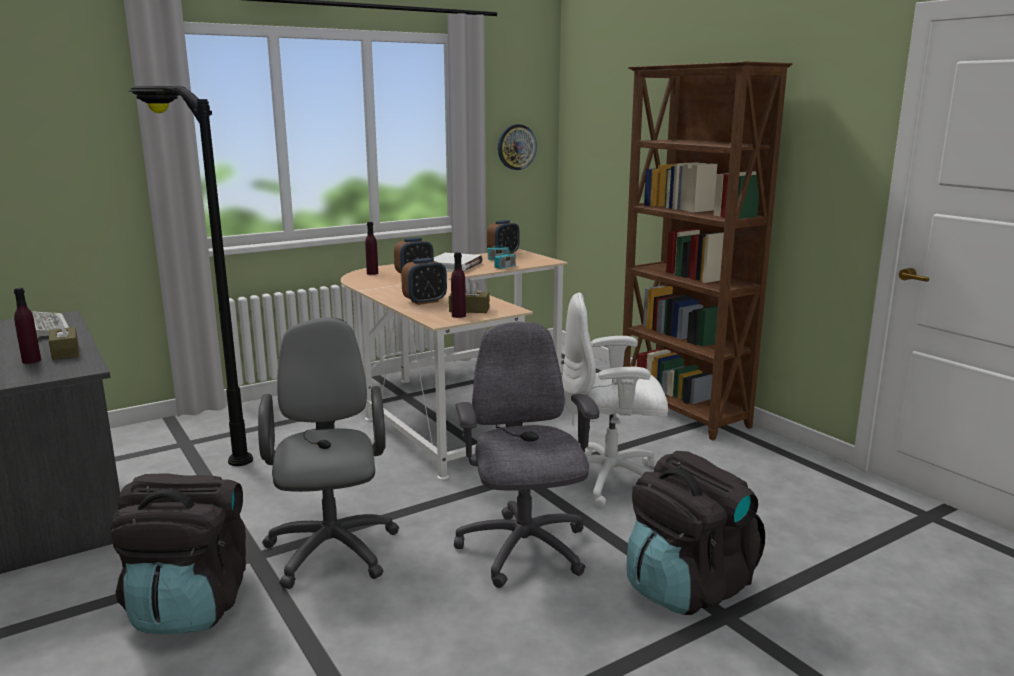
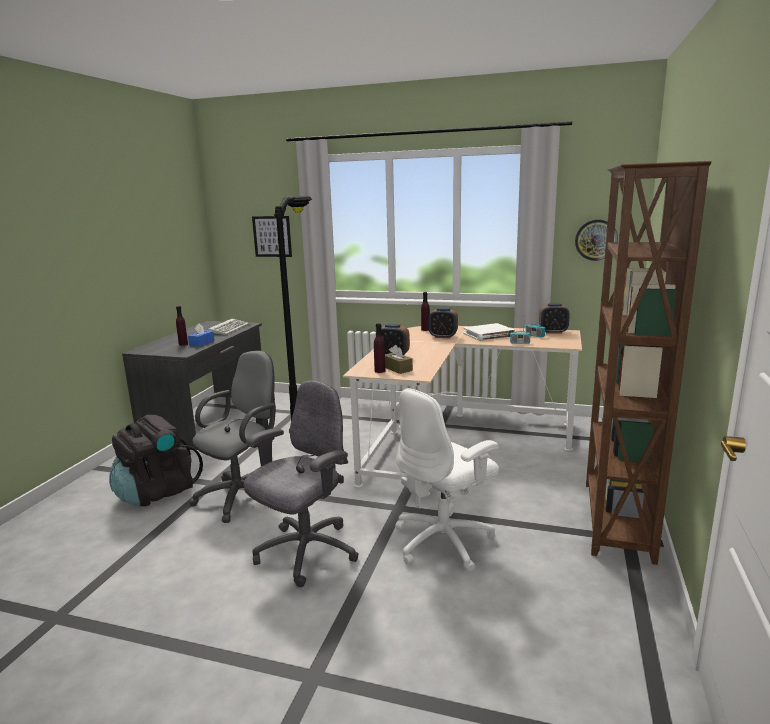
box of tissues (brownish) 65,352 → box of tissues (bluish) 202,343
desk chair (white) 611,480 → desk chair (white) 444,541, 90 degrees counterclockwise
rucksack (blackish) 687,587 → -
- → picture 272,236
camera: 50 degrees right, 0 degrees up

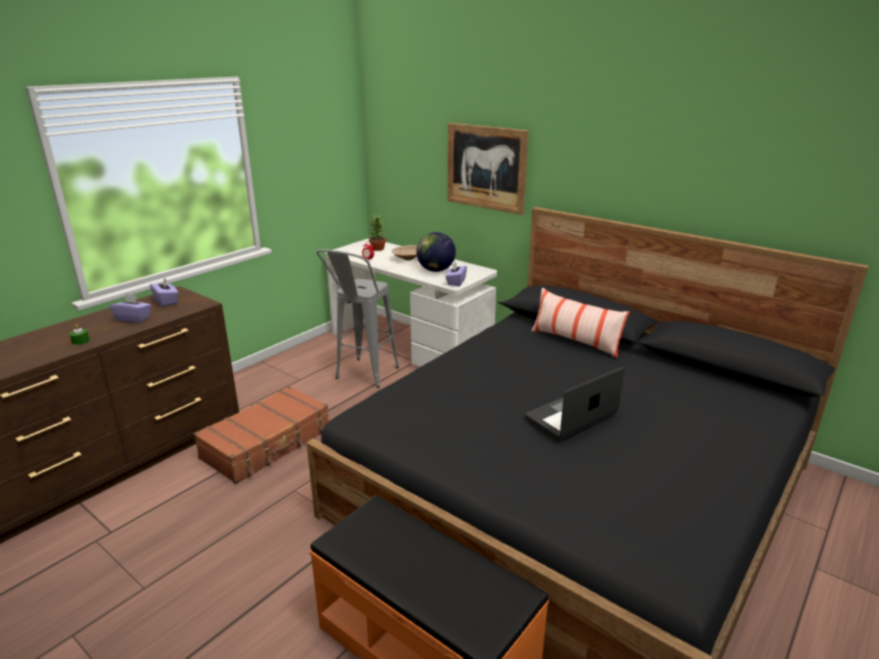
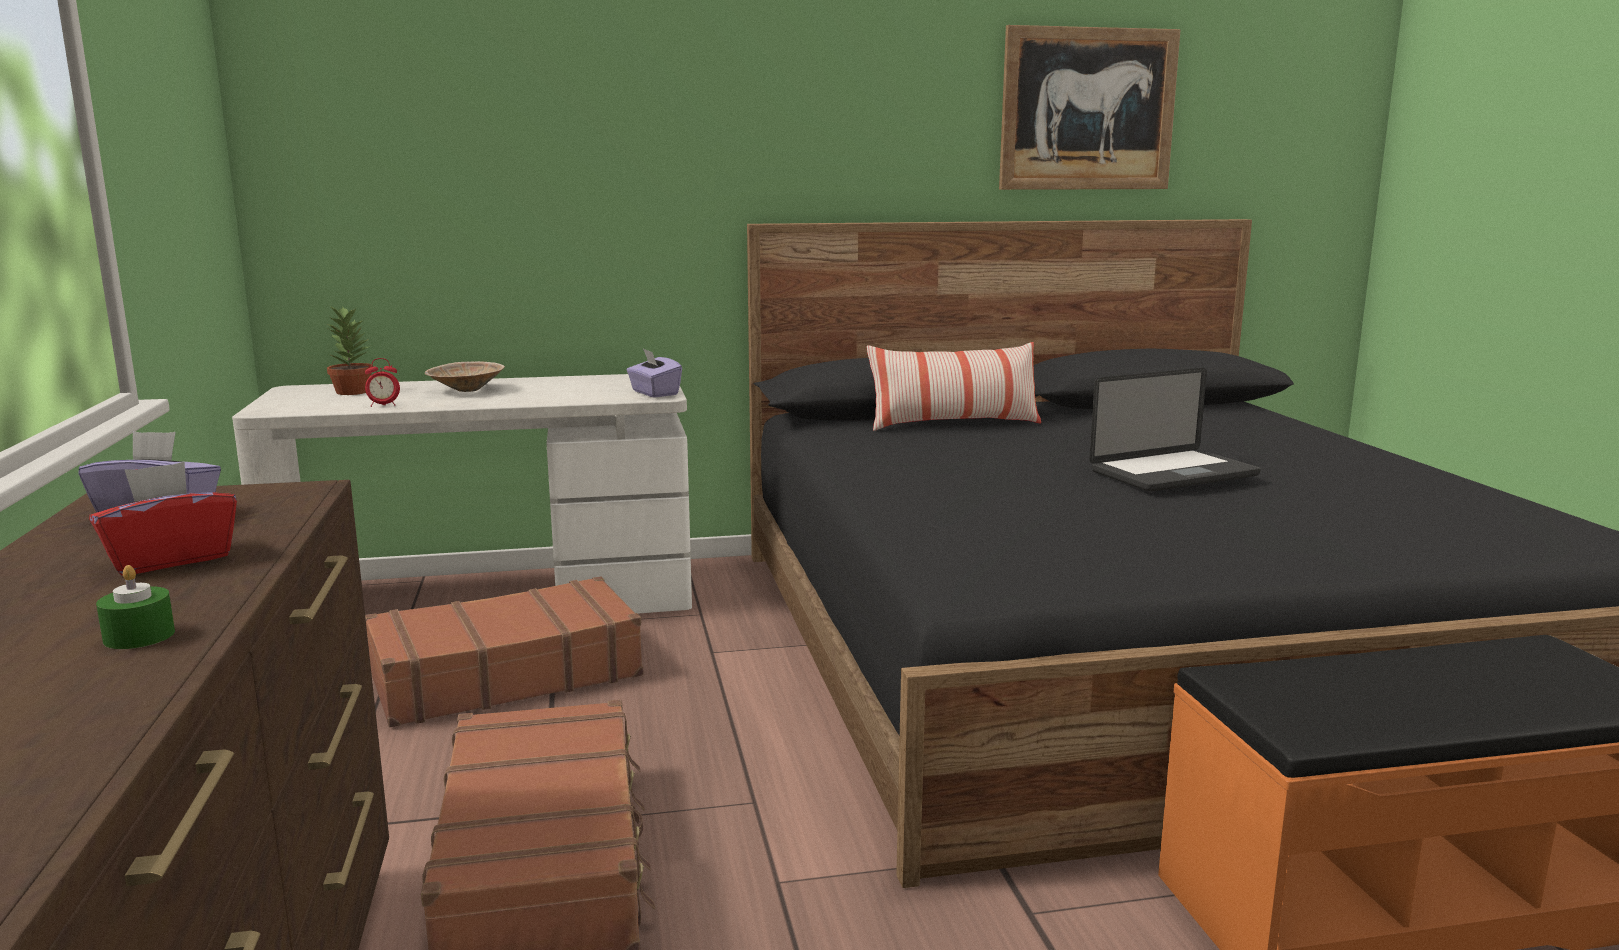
box of tissues (purplish) 133,319 → box of tissues (red-coloured) 170,559
stool seat (grey) 362,377 → suitcase (brownish) 505,675
desk globe 436,270 → -
picture 486,167 → picture 1087,109, relocated
laptop 571,415 → laptop 1173,473, 120 degrees counterclockwise
camera: 50 degrees left, 10 degrees down

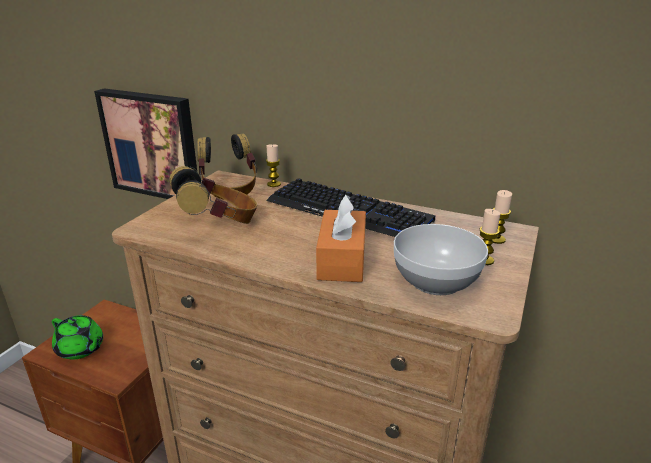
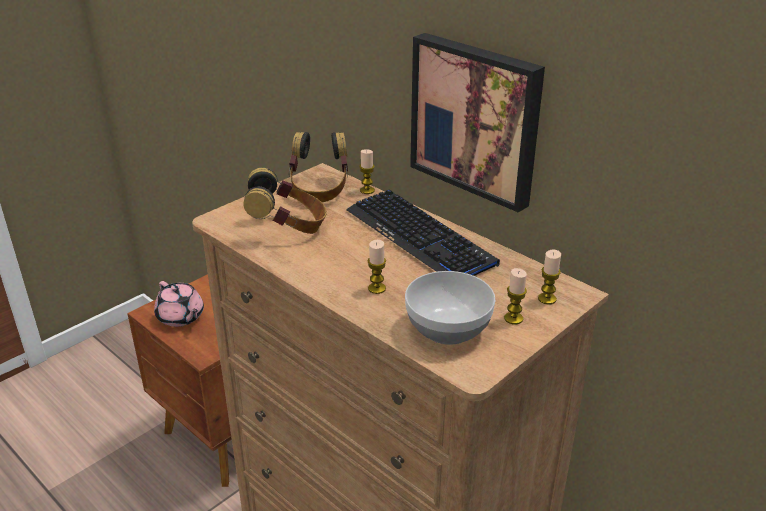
pot for tea (green-coloured) 81,349 → pot for tea (pink) 181,317
picture 152,144 → picture 476,119, relocated
box of tissues (orange) 342,259 → wax candle 377,288
camera: 20 degrees right, 5 degrees up

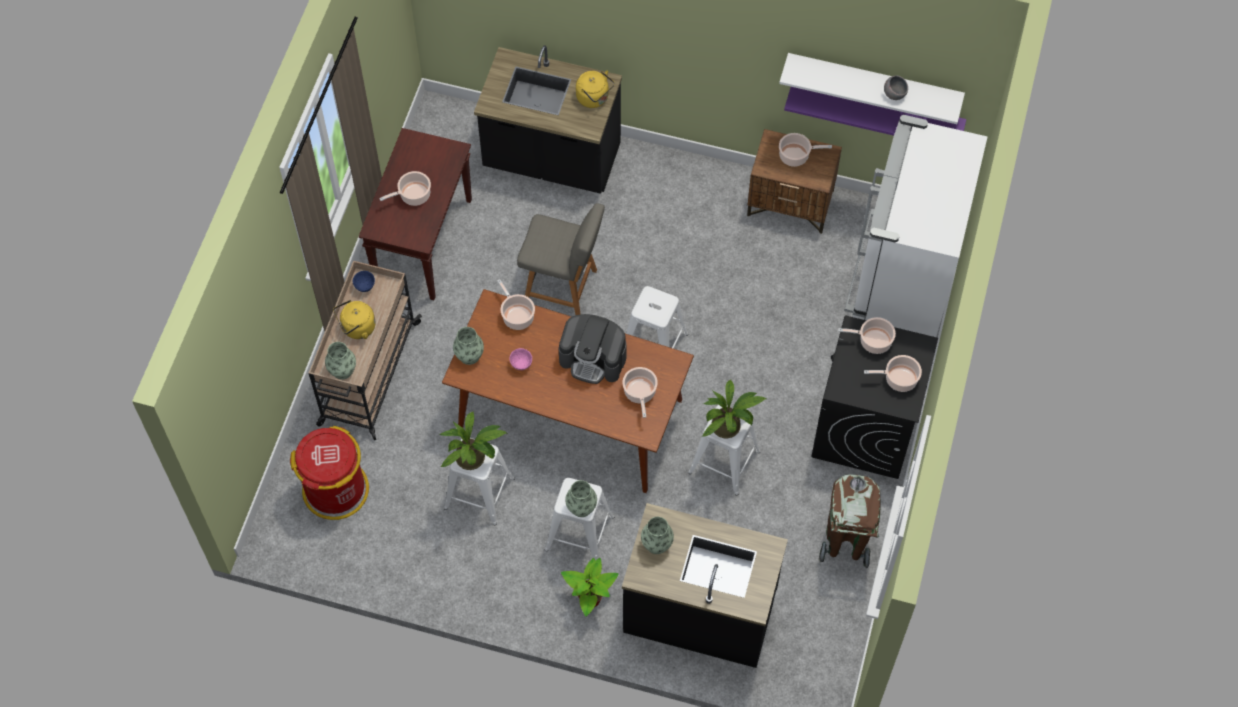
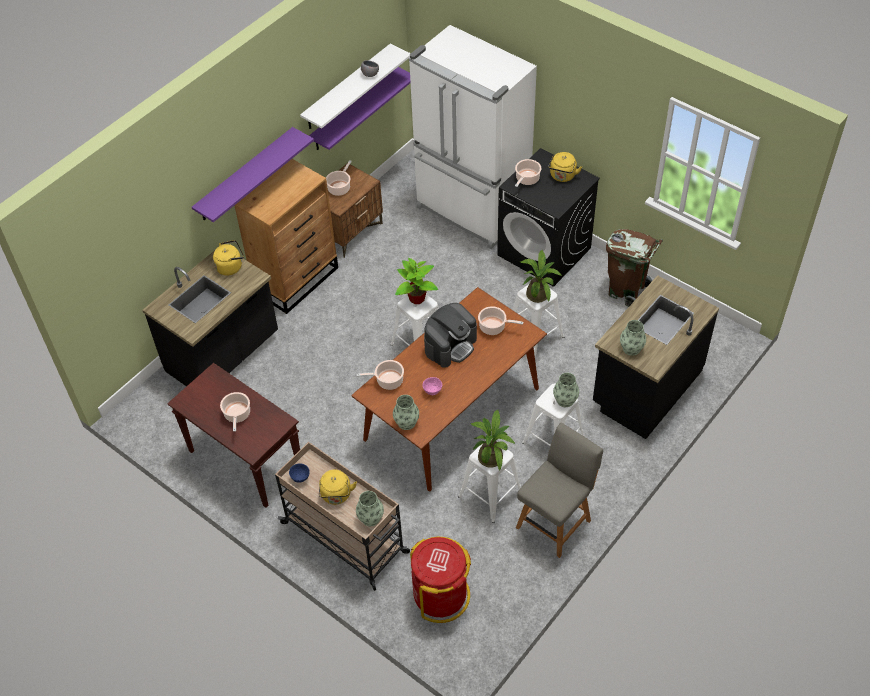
chair (grey) 563,288 → chair (grey) 555,522, relocated
houseplant 590,598 → houseplant 416,298, relocated
stockpot 898,379 → kettle (yellow) 562,176
- → wall shelf (purplish) 245,175
- → drawer chest (brownish) 297,279
camera: 65 degrees left, 10 degrees down

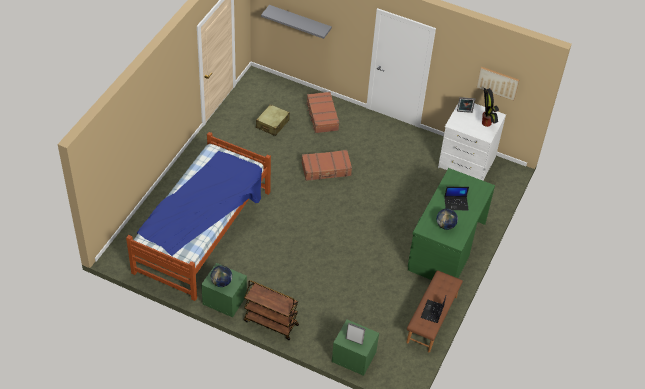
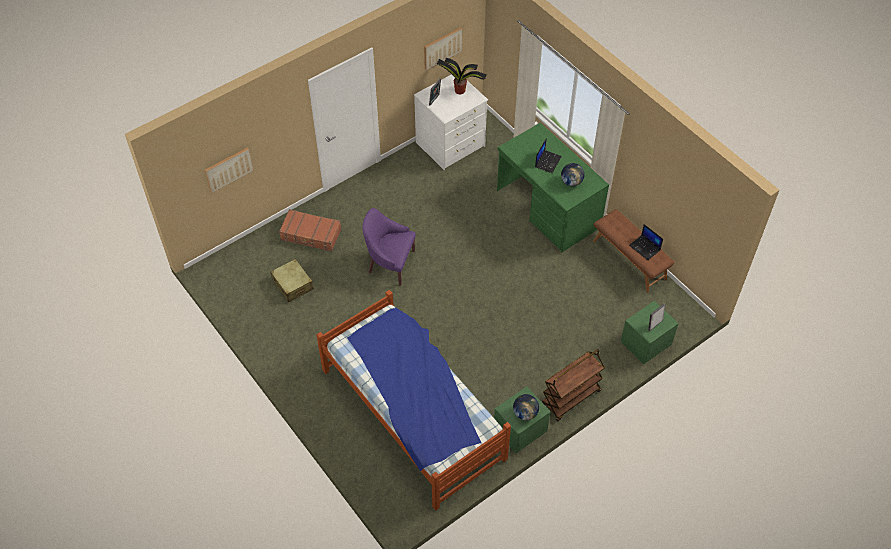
wall shelf (grey) 300,21 → picture 228,169
suitcase (brownish) 326,169 → easy chair (purplish) 390,263
camera: 60 degrees left, 5 degrees up

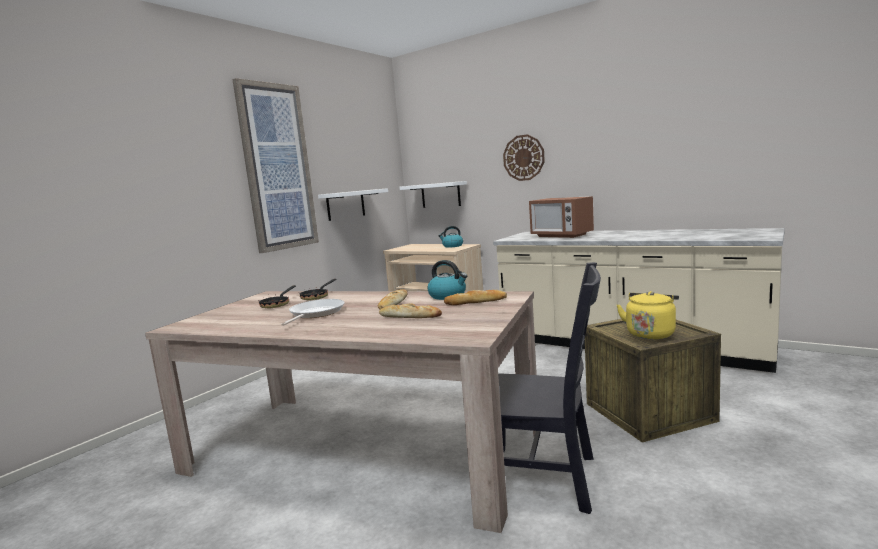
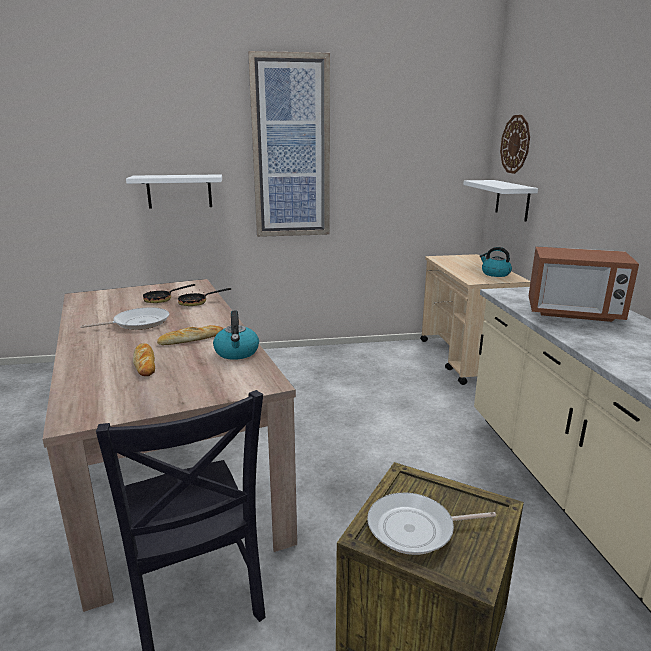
wall shelf (white) 345,205 → wall shelf (white) 179,191, relocated
bread 476,302 → -
clock on the wall 523,157 → clock on the wall 515,144, relocated
microwave oven 561,235 → microwave oven 573,313, 75 degrees counterclockwise
kettle (yellow) 650,333 → skillet 415,529
camera: 45 degrees right, 10 degrees up

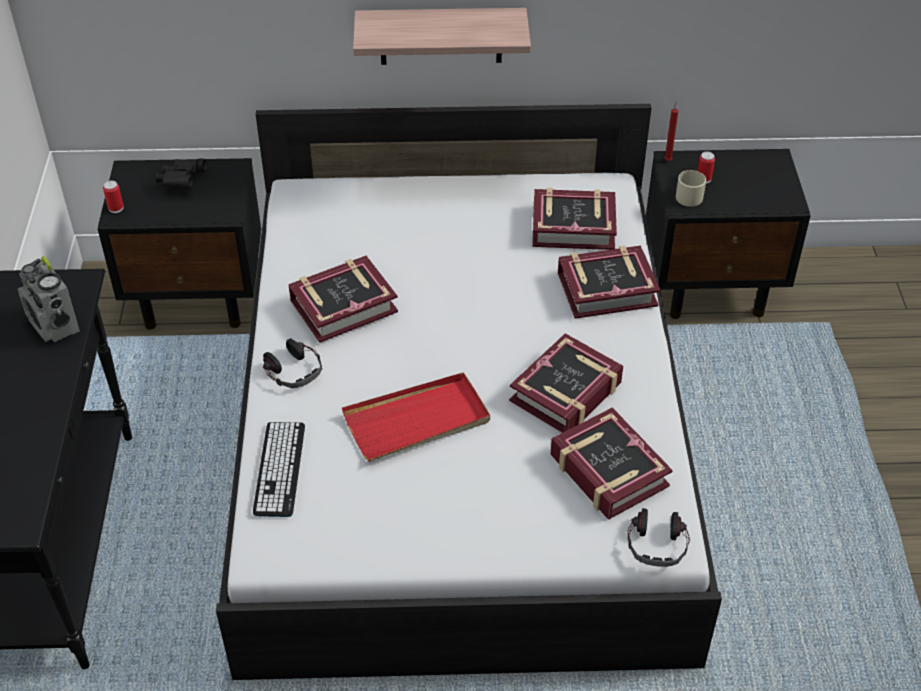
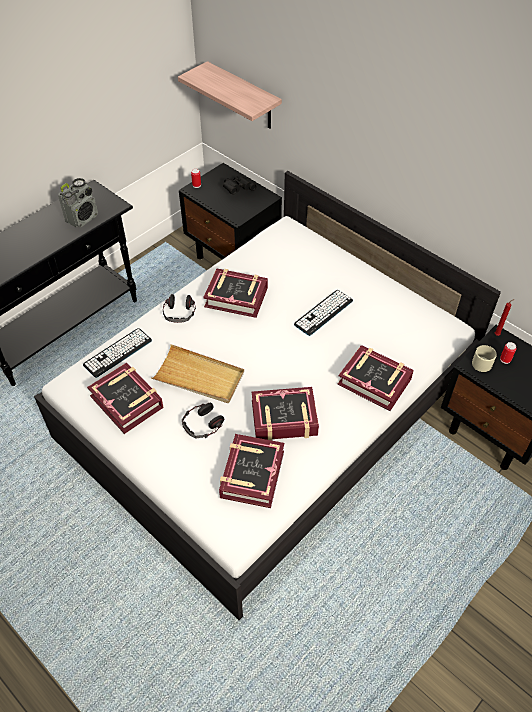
radio receiver 54,325 → radio receiver 82,218, 150 degrees counterclockwise
serving tray (red-coloured) 417,420 → serving tray (sand-coloured) 199,377
wall shelf 441,36 → wall shelf 243,97, relocated
volume 573,226 → volume 127,401, relocated
headset 657,544 → headset 202,424, relocated
- → keyboard 323,313
camera: 45 degrees right, 5 degrees up

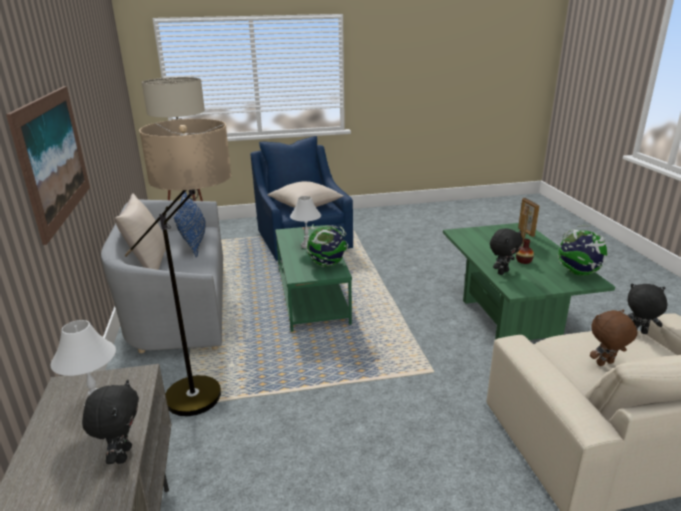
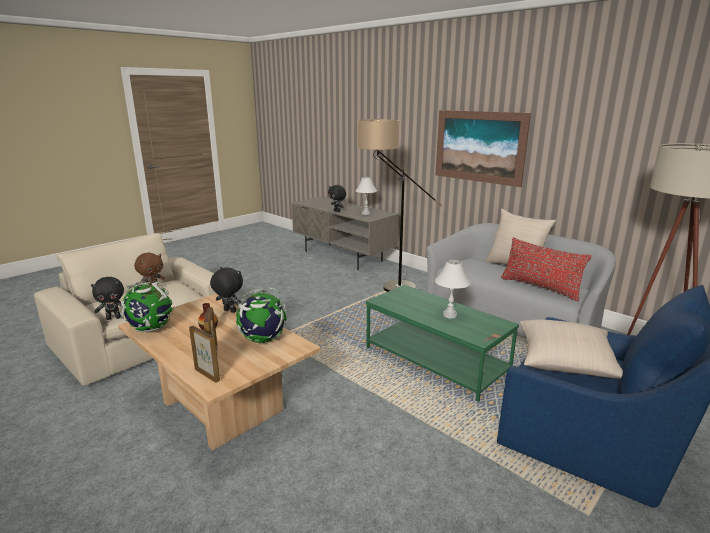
cushion (bluish) 194,241 → cushion (red-coloured) 540,287
desk globe 327,264 → desk globe 263,340, relocated
lounge table (green-coloured) 510,317 → lounge table (sand-coloured) 223,407
cuddly toy (blackish) 502,272 → cuddly toy (blackish) 229,311, 105 degrees clockwise
camera: 145 degrees right, 5 degrees down

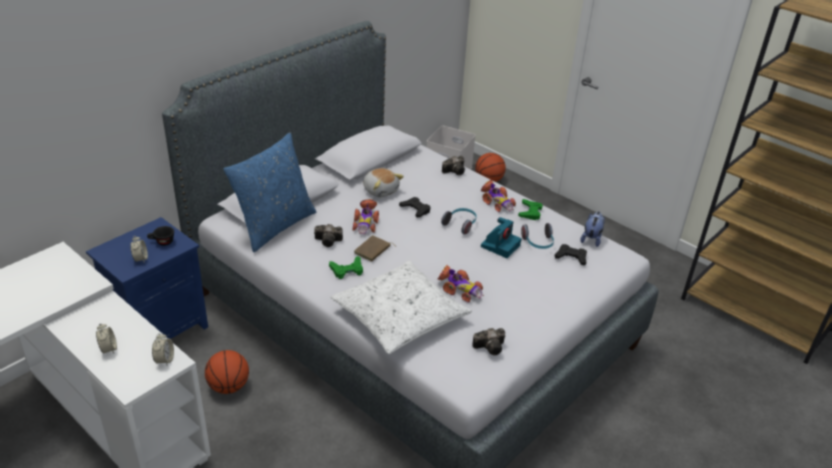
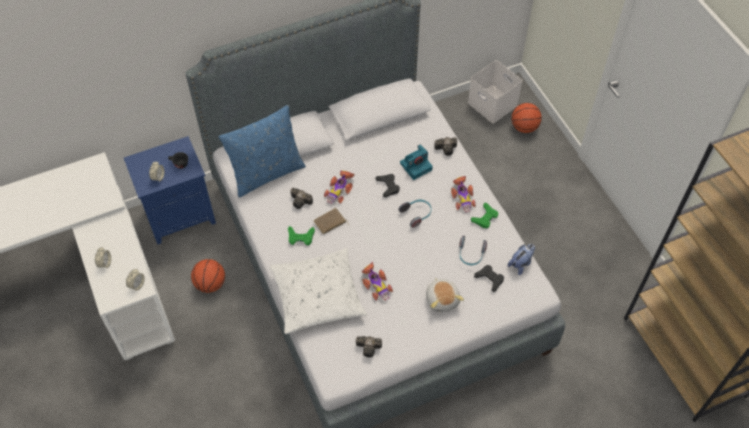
cuddly toy 381,190 → cuddly toy 442,299, relocated
still camera 500,245 → still camera 416,166, relocated
camera: 25 degrees right, 20 degrees up

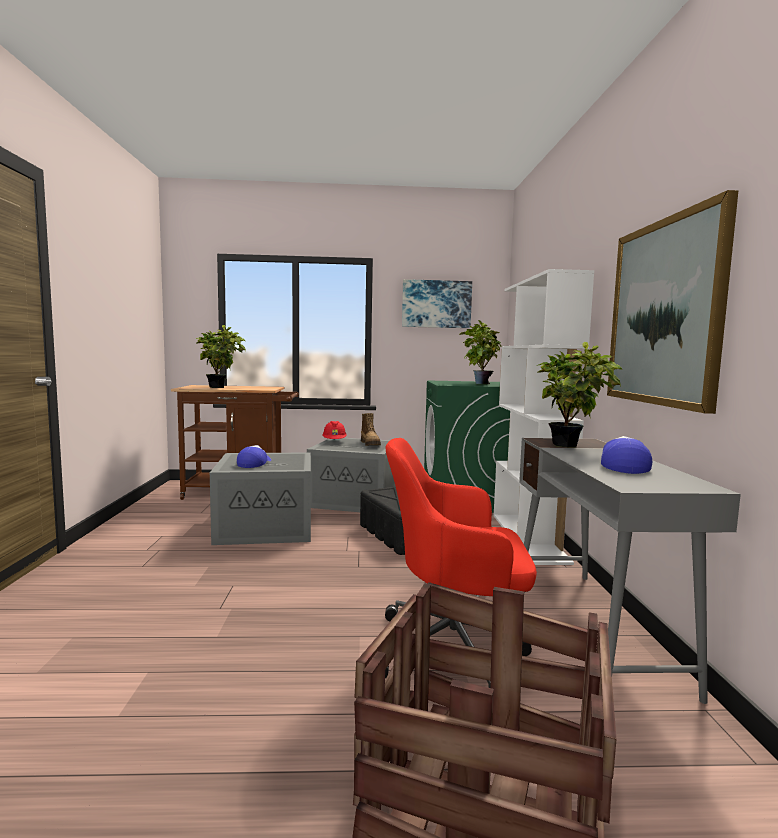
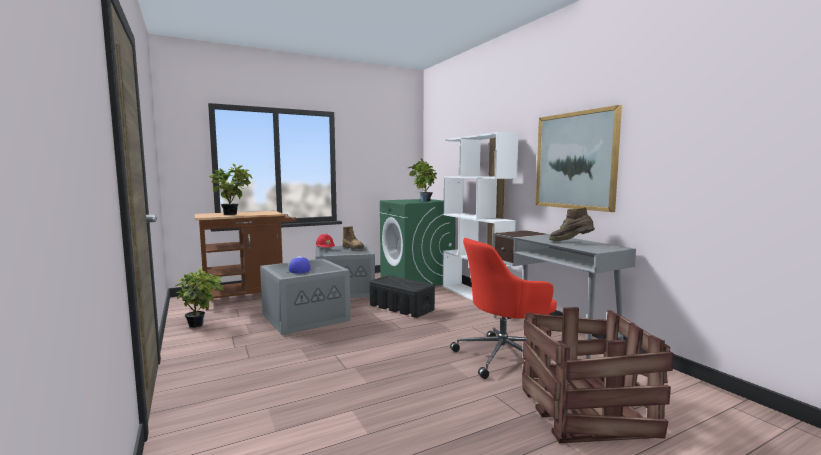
picture 436,304 → -
houseplant 572,446 → houseplant 200,325, relocated
peaked cap 622,466 → boot (brownish) 571,242
camera: 25 degrees left, 0 degrees up

